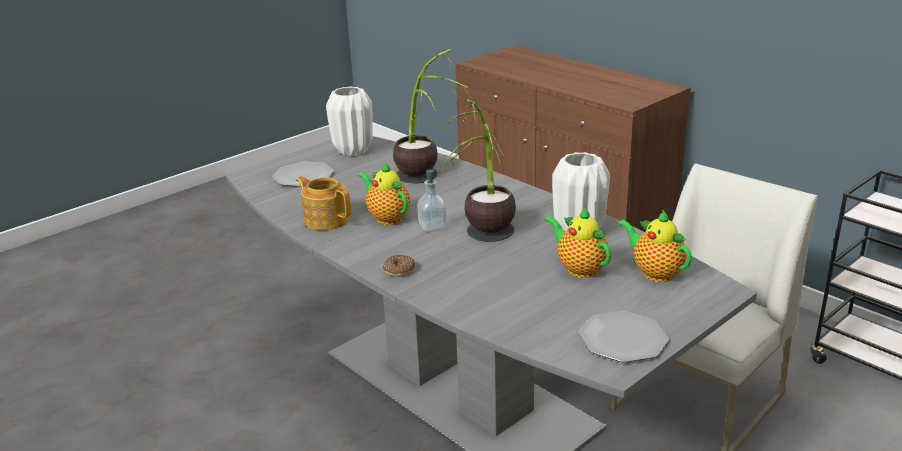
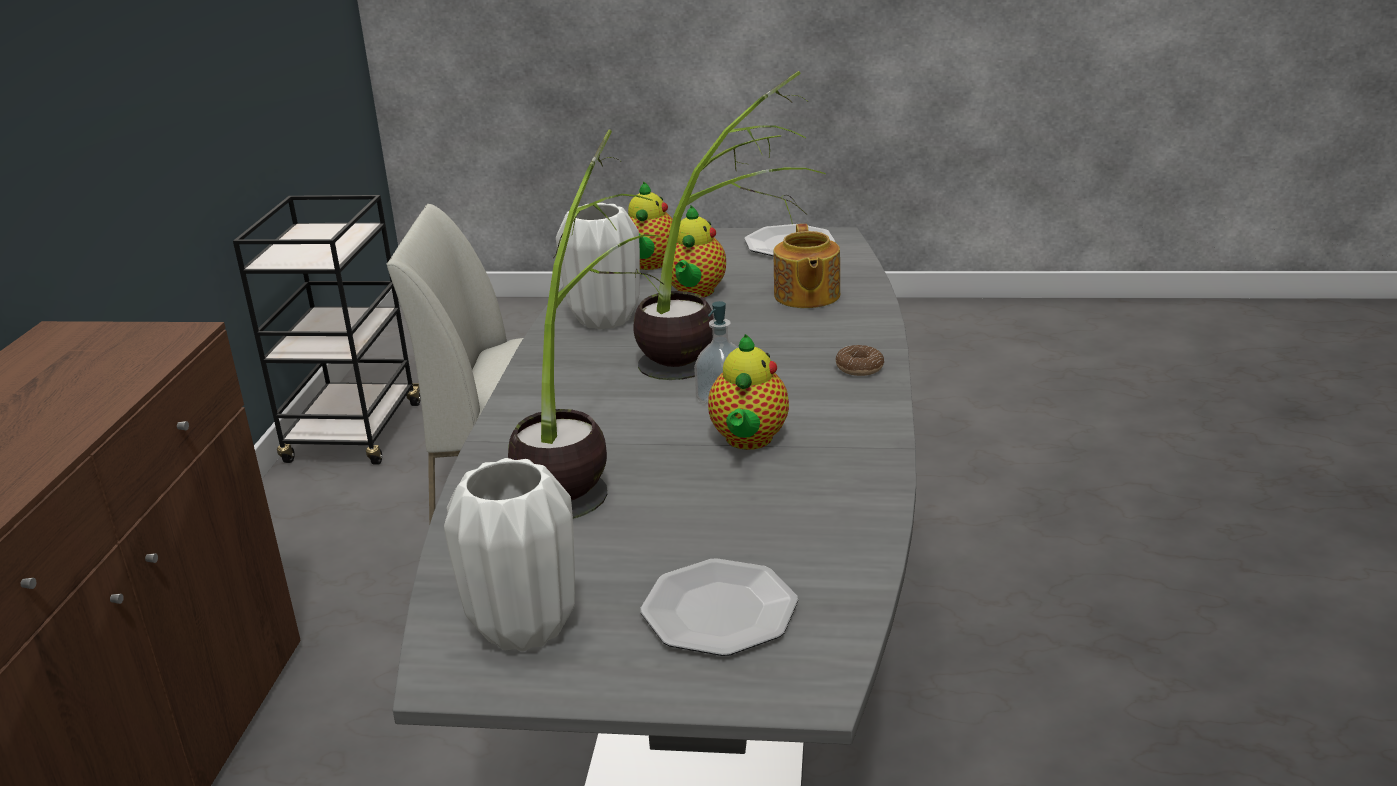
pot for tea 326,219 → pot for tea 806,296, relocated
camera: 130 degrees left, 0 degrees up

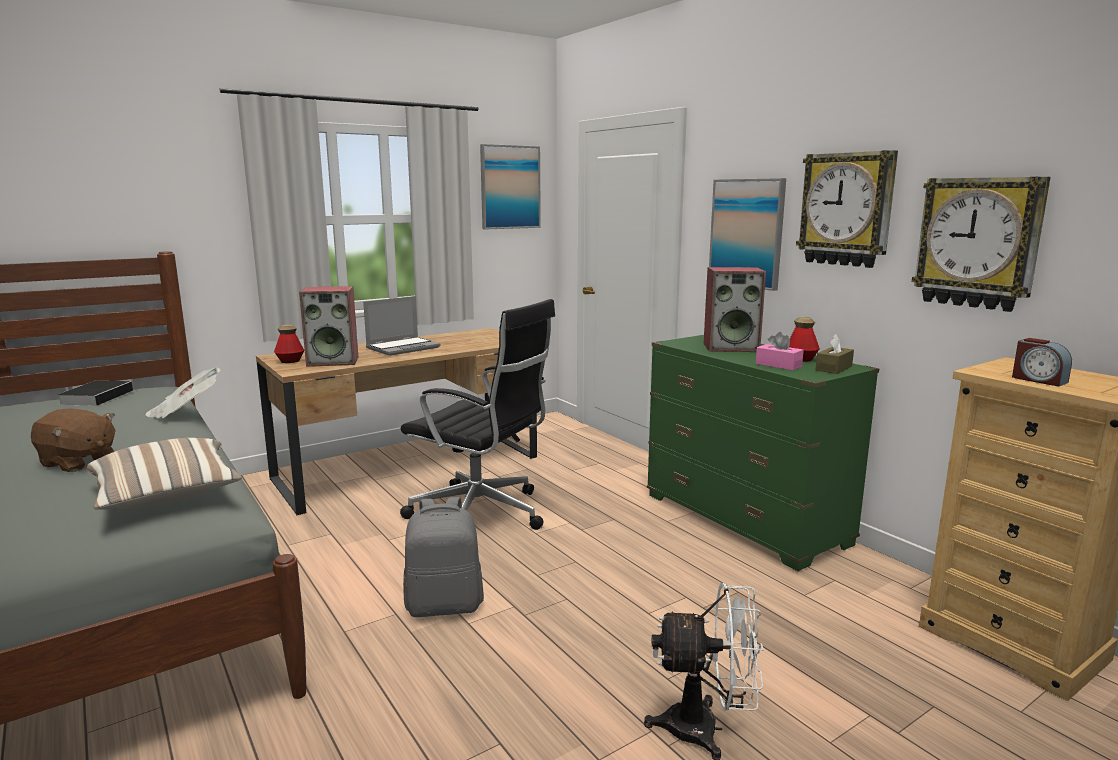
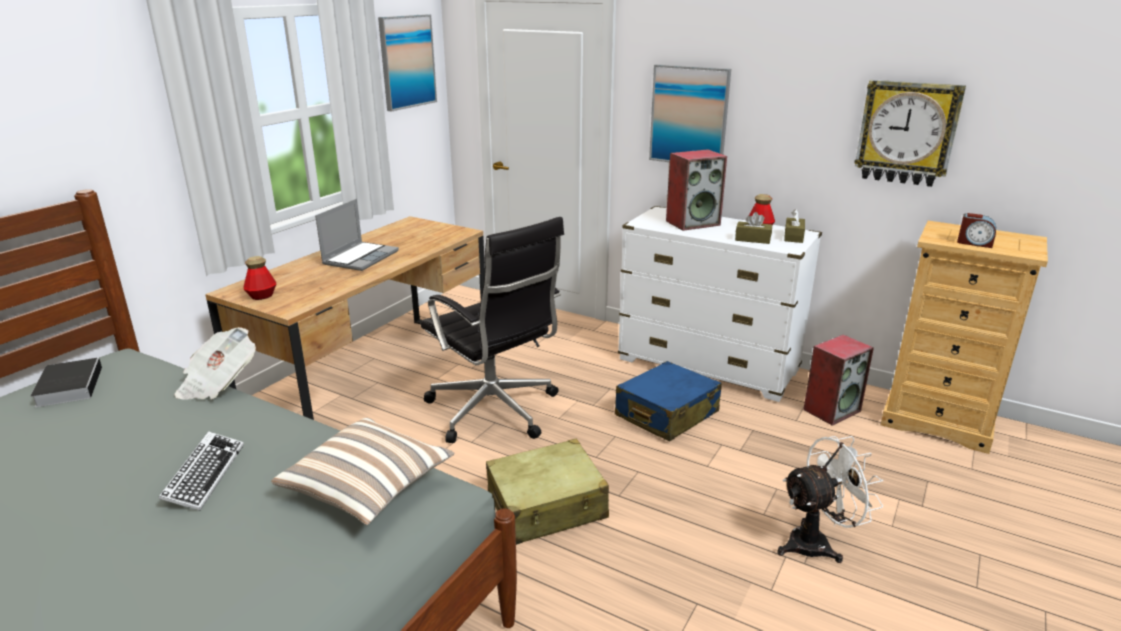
cuddly toy (brownish) 78,462 → keyboard 204,475
speaker 333,361 → speaker 831,410, relocated
desk chair (blackish) 481,515 → desk chair (blackish) 495,411, 45 degrees clockwise
rucksack (grey) 445,605 → suitcase (sand-coloured) 547,506
drawer chest (green-coloured) 744,520 → drawer chest (white) 708,365
box of tissues (pink) 778,365 → box of tissues (brownish) 752,239
clock on the wall 846,209 → -
- → suitcase (bluish) 666,414
camera: 25 degrees left, 10 degrees up

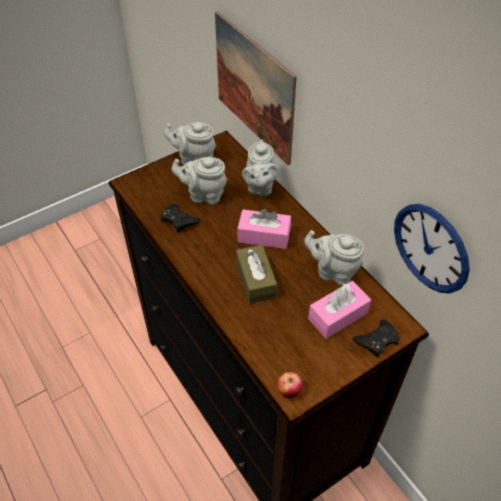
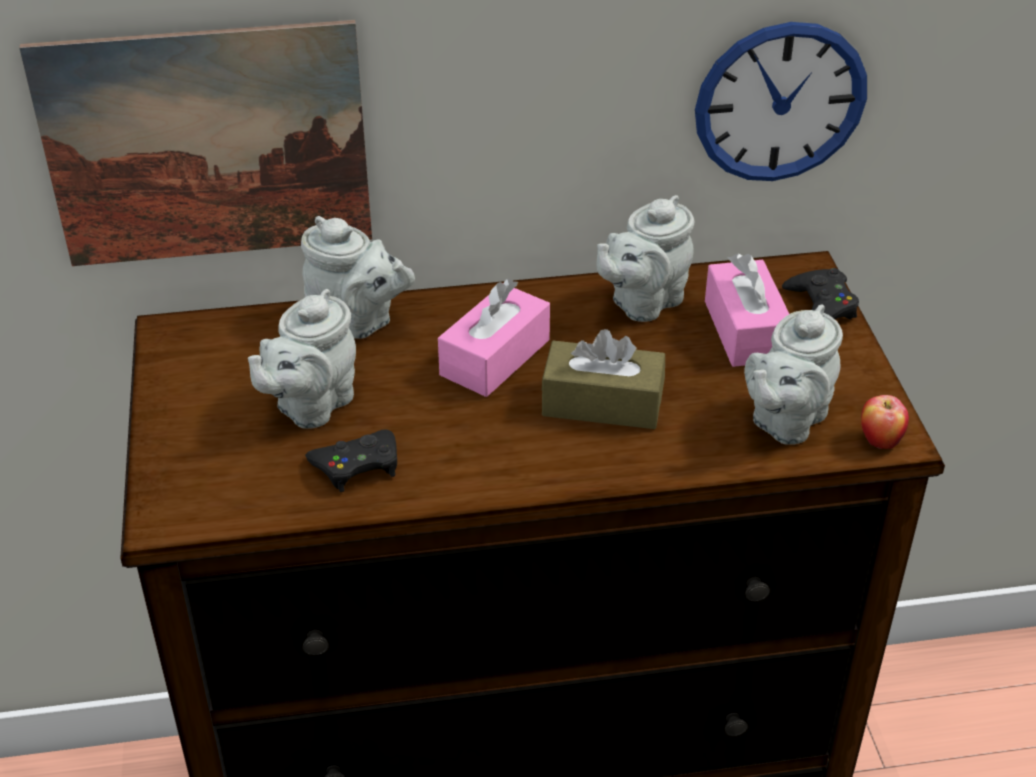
pot for tea (grey) 194,160 → pot for tea (grey) 785,421, relocated
camera: 65 degrees left, 10 degrees down

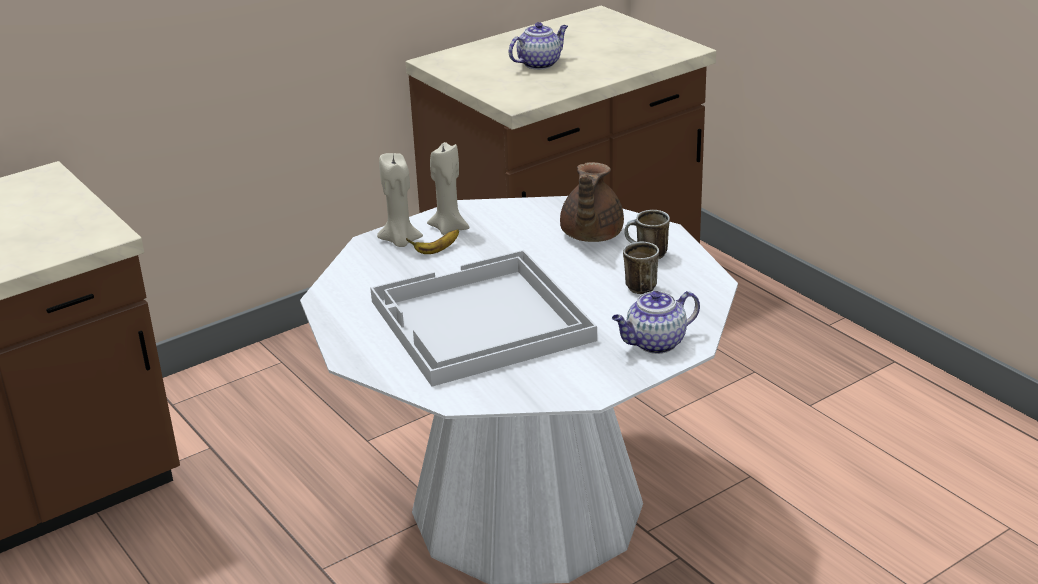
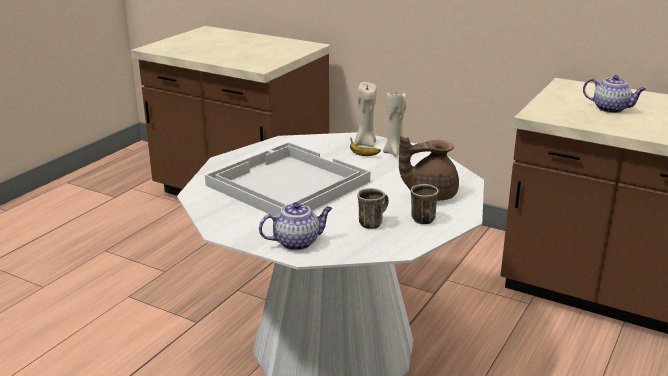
pot for tea 655,343 → pot for tea 297,242, 120 degrees clockwise
camera: 65 degrees right, 5 degrees down

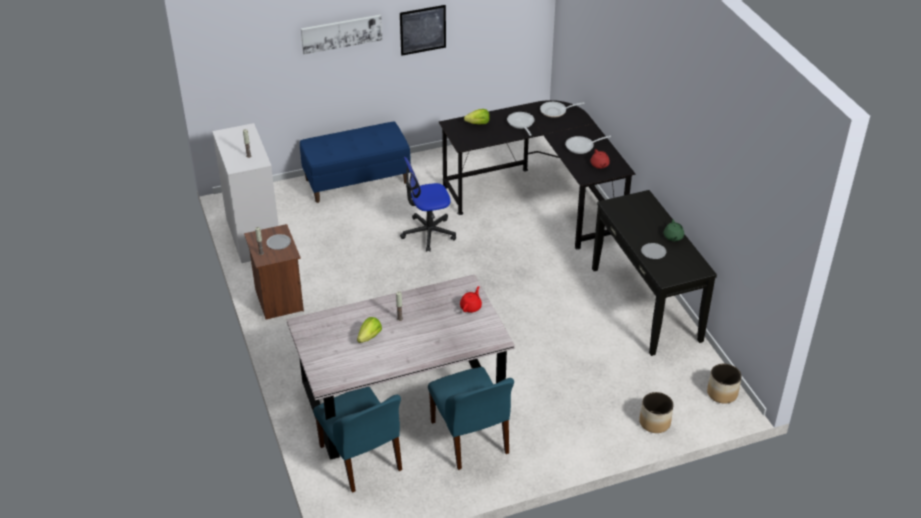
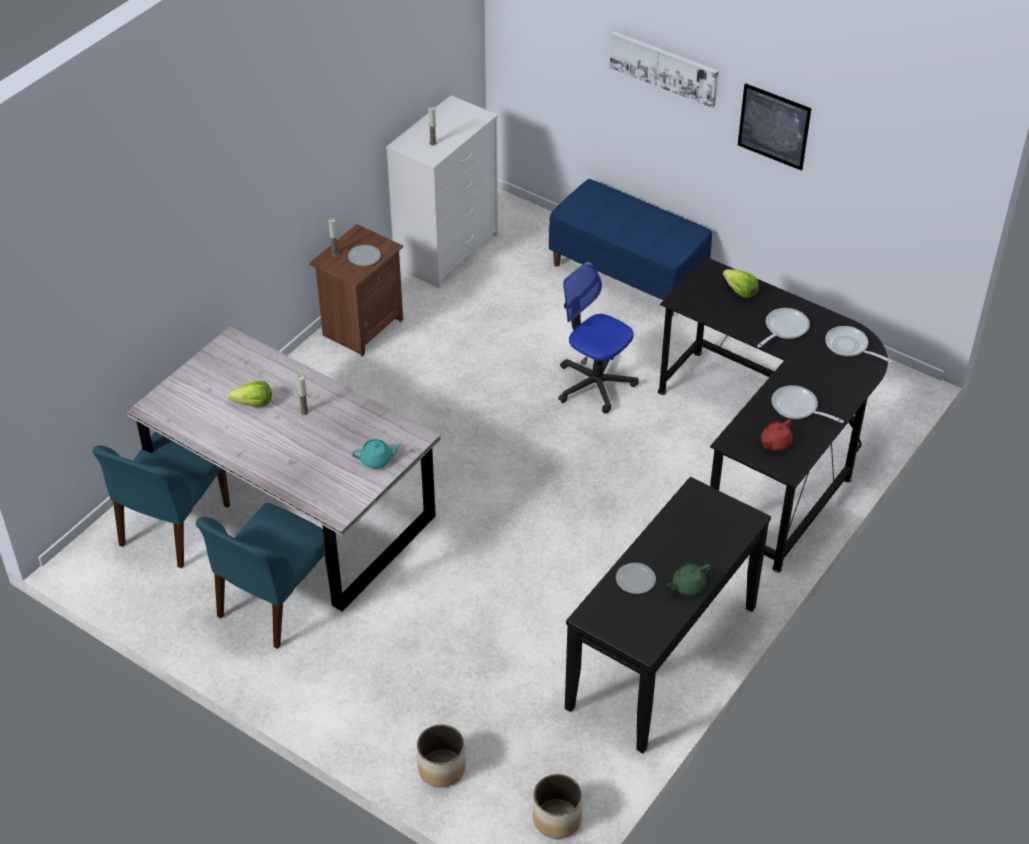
pot for tea (red-coloured) 471,307 → pot for tea (turquoise) 377,460
camera: 55 degrees right, 5 degrees up

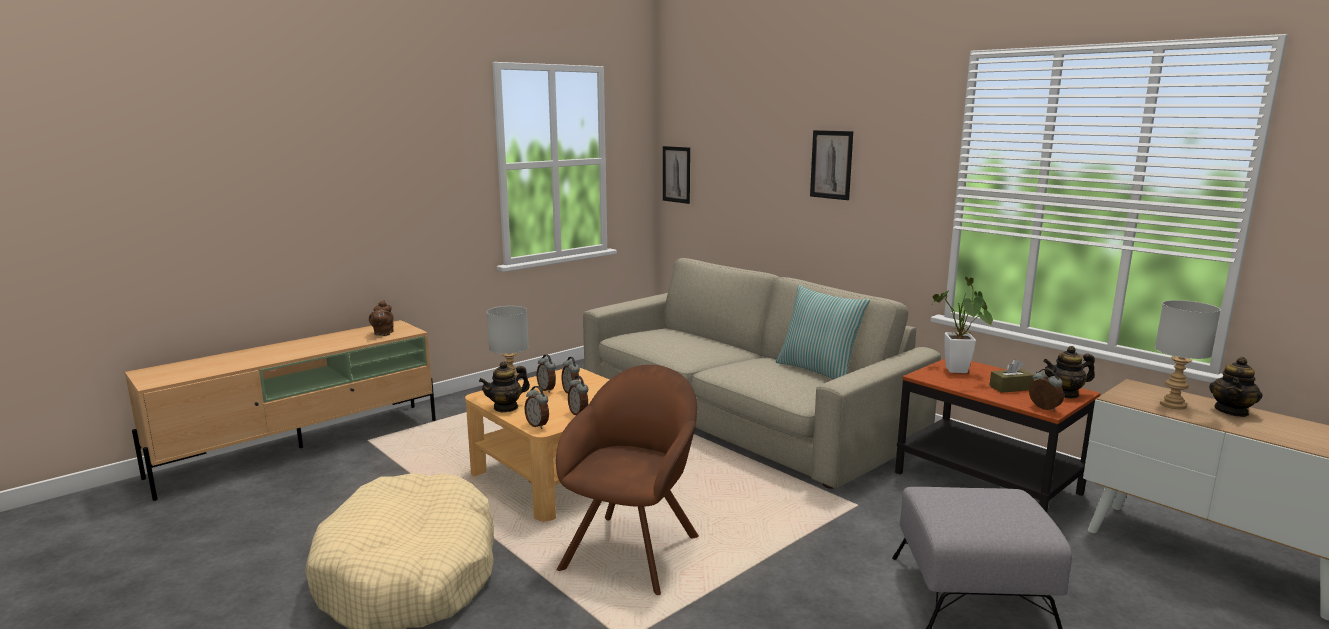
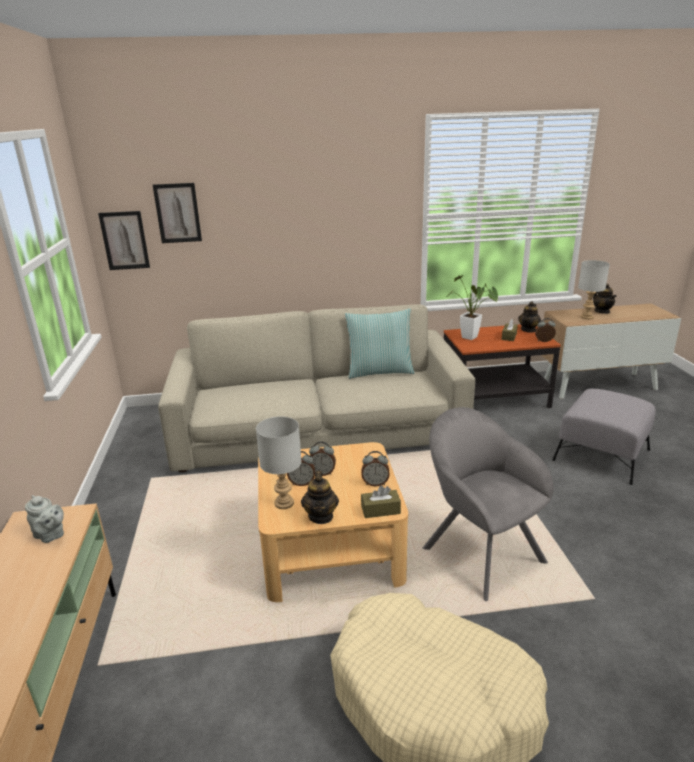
pot for tea (brownish) 383,333 → pot for tea (grey) 50,535
table clock 538,425 → box of tissues (brownish) 380,510
easy chair (brownish) 634,549 → easy chair (grey) 479,551
picture 831,164 → picture 177,213, relocated
camera: 55 degrees left, 10 degrees up

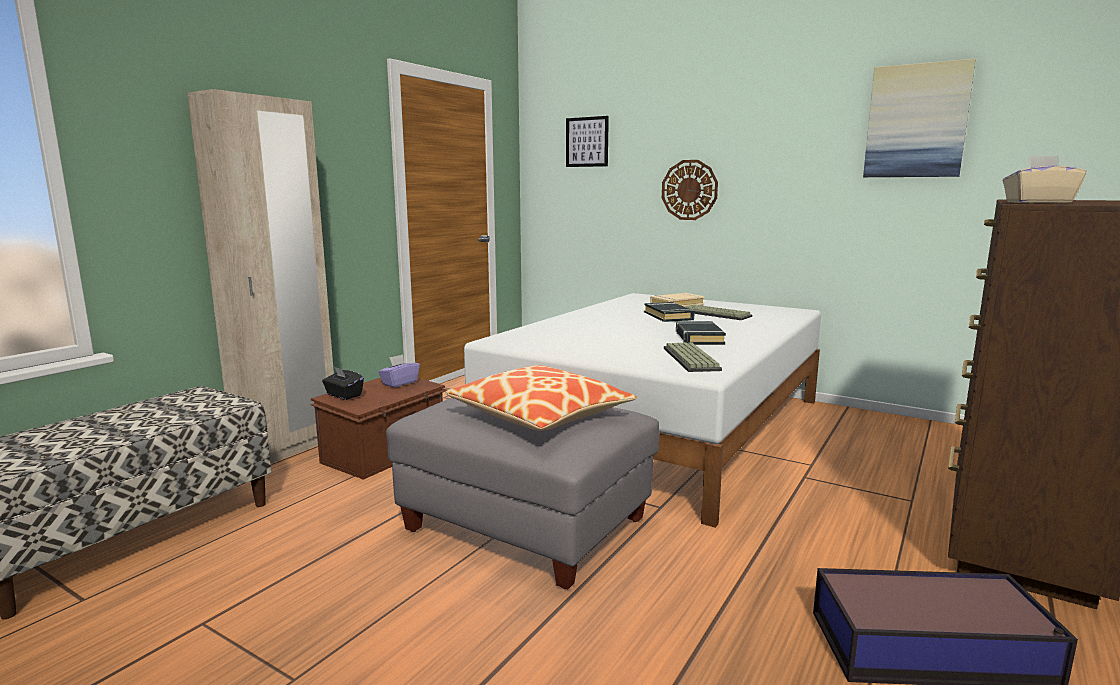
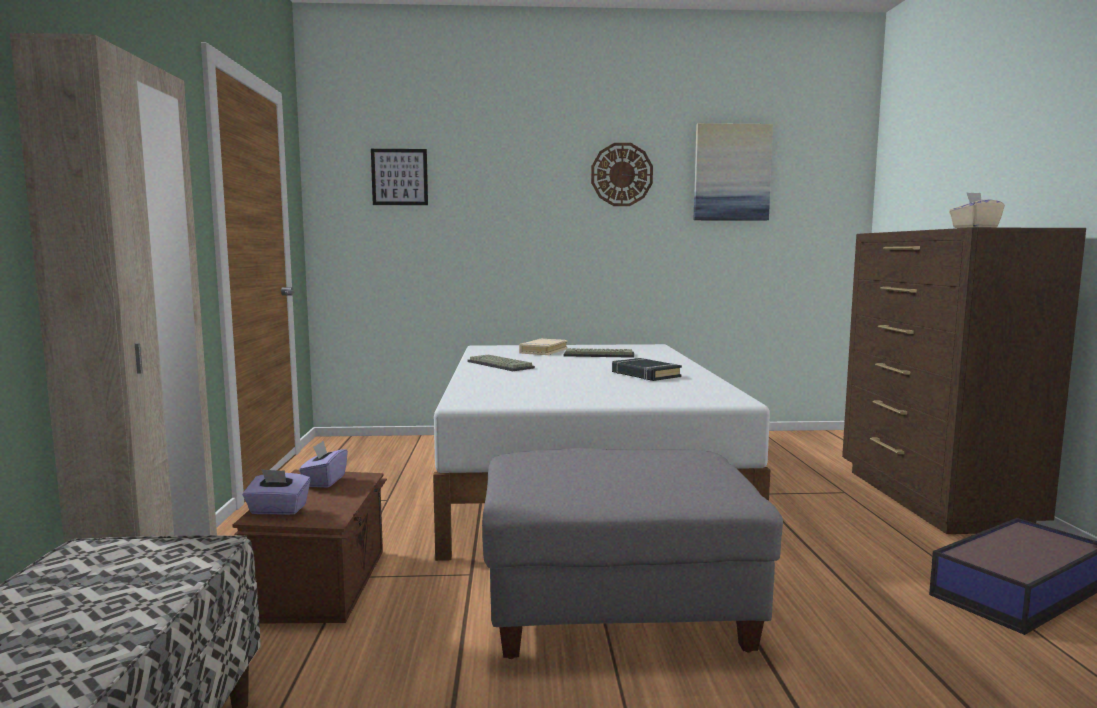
box of tissues (blackish) 343,395 → box of tissues (purplish) 278,510
cushion 540,415 → -
volume (blackish) 668,316 → -
clock on the wall 689,190 → clock on the wall 621,174, relocated
keyboard 692,359 → keyboard 501,365, relocated
camera: 35 degrees left, 5 degrees down

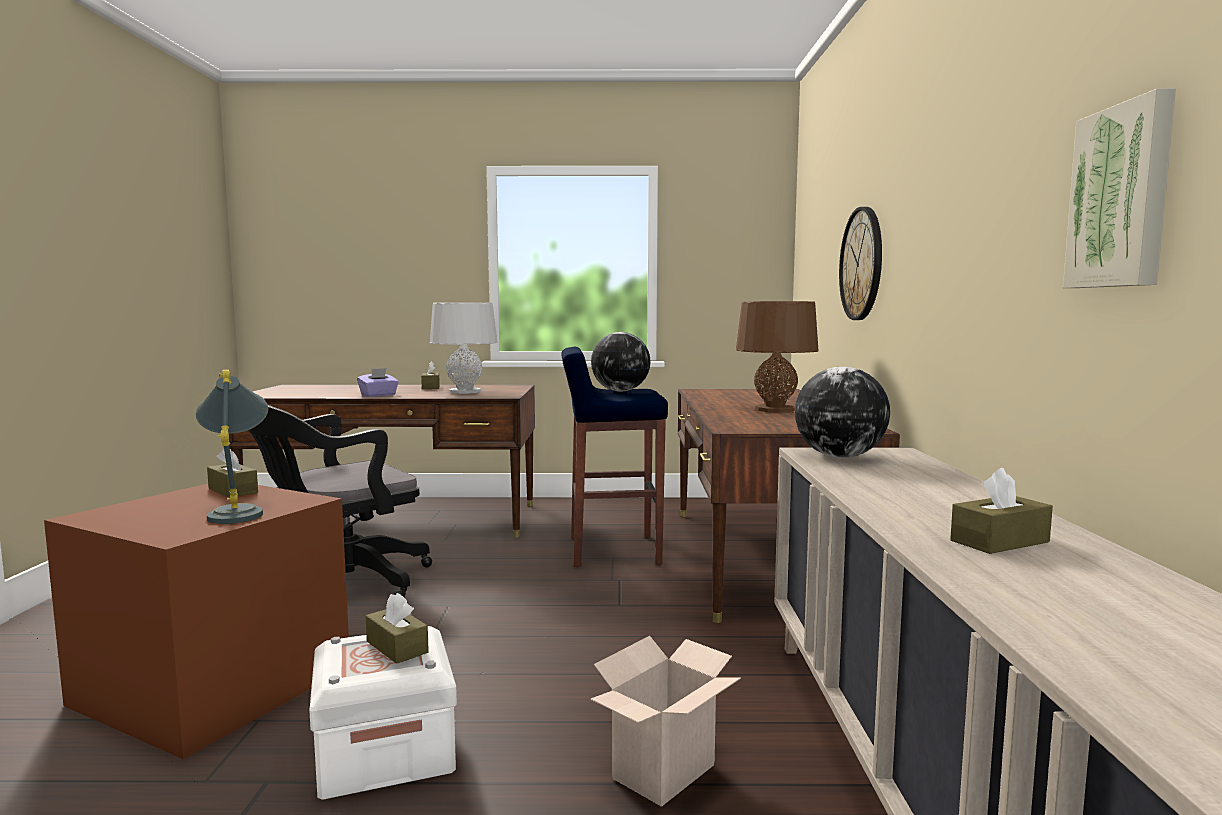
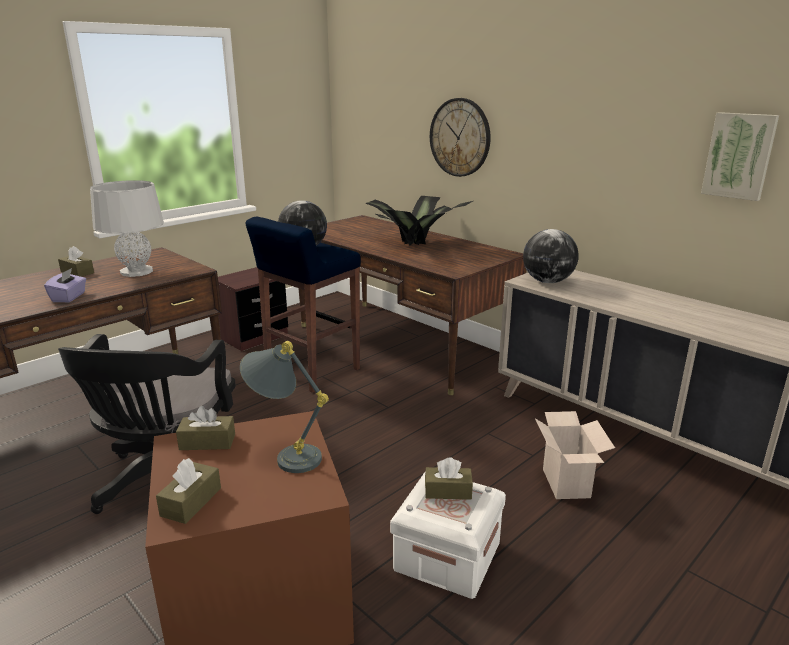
lamp for a table (brownish) 774,409 → houseplant 417,244
box of tissues (brownish) 999,541 → box of tissues (brownish) 191,502, relocated
- → night table (brownish) 253,337
camera: 45 degrees left, 15 degrees up

